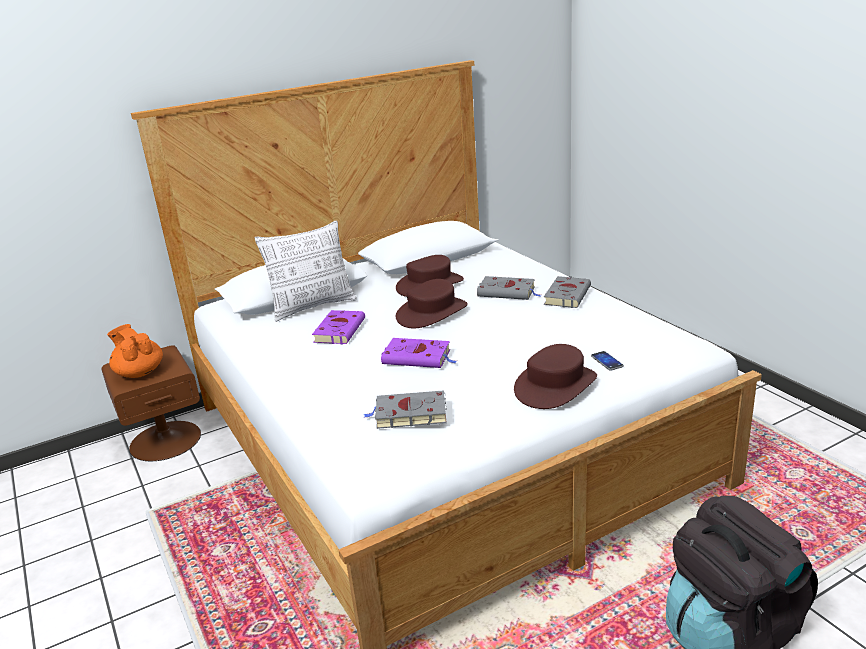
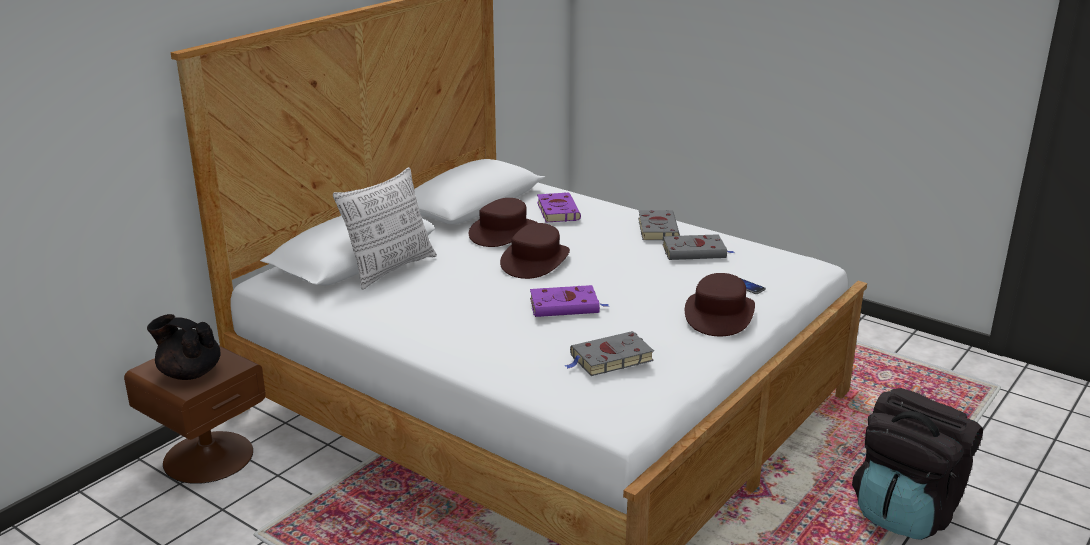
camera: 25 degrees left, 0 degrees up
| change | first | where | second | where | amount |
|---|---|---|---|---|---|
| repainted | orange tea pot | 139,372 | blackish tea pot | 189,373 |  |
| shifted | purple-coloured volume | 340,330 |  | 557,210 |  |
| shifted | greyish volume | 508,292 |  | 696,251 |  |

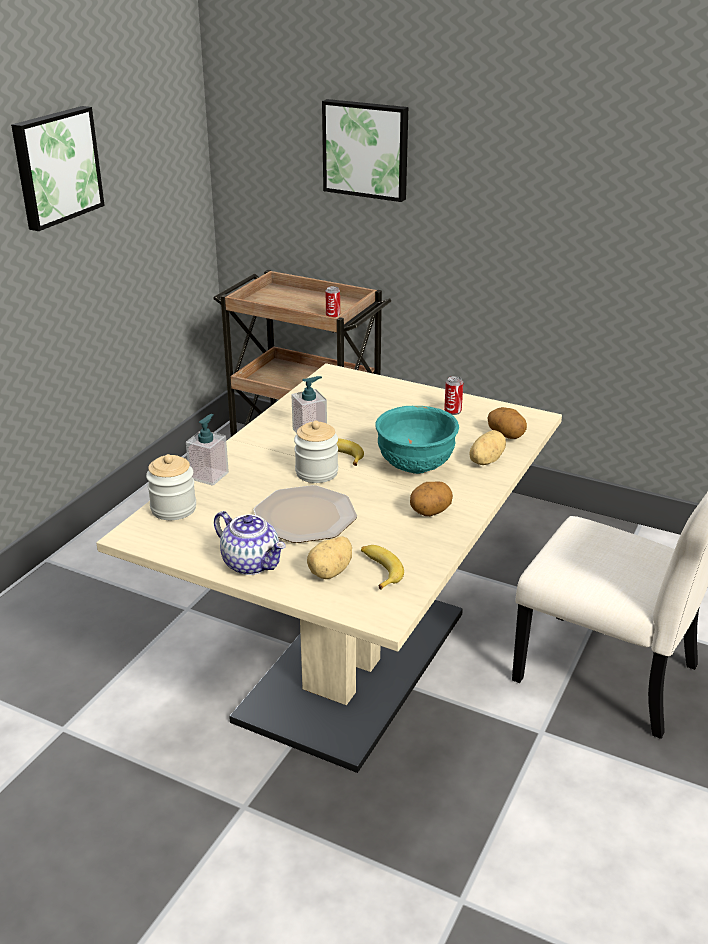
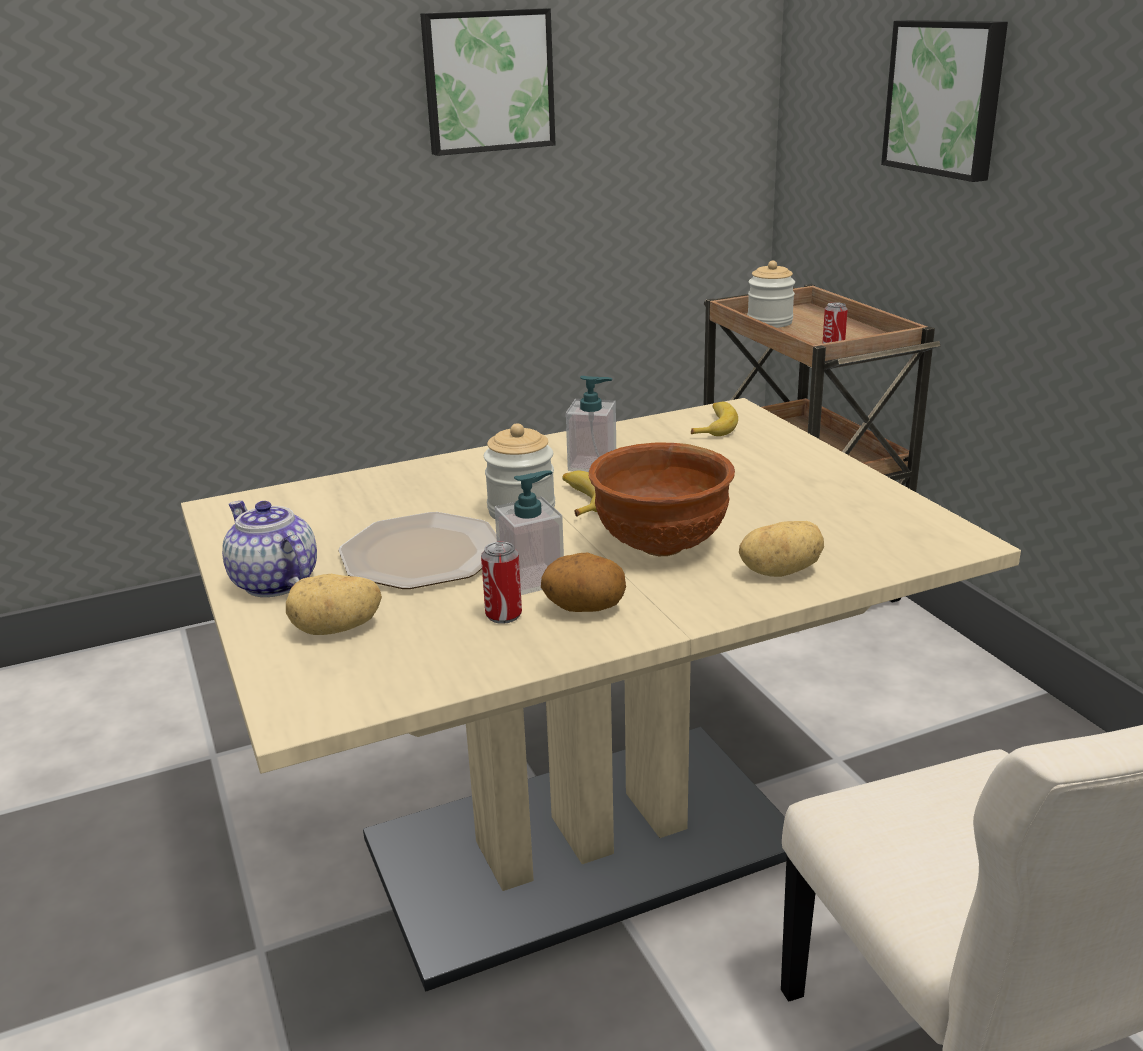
camera: 40 degrees right, 5 degrees down
| change | first | where | second | where | amount |
|---|---|---|---|---|---|
| rotated | tea pot | 252,563 |  | 273,582 | 150 degrees clockwise |
| shifted | metal can | 452,411 |  | 503,615 |  |
| shifted | soap bottle | 209,475 |  | 532,579 |  |
| repainted | blue-green bowl | 414,467 | brown-coloured bowl | 659,546 |  |
| shifted | banana fruit | 379,570 |  | 714,426 |  |
| shifted | jar | 173,509 |  | 769,322 |  |
| gone | potato | 506,435 |  |  |  |

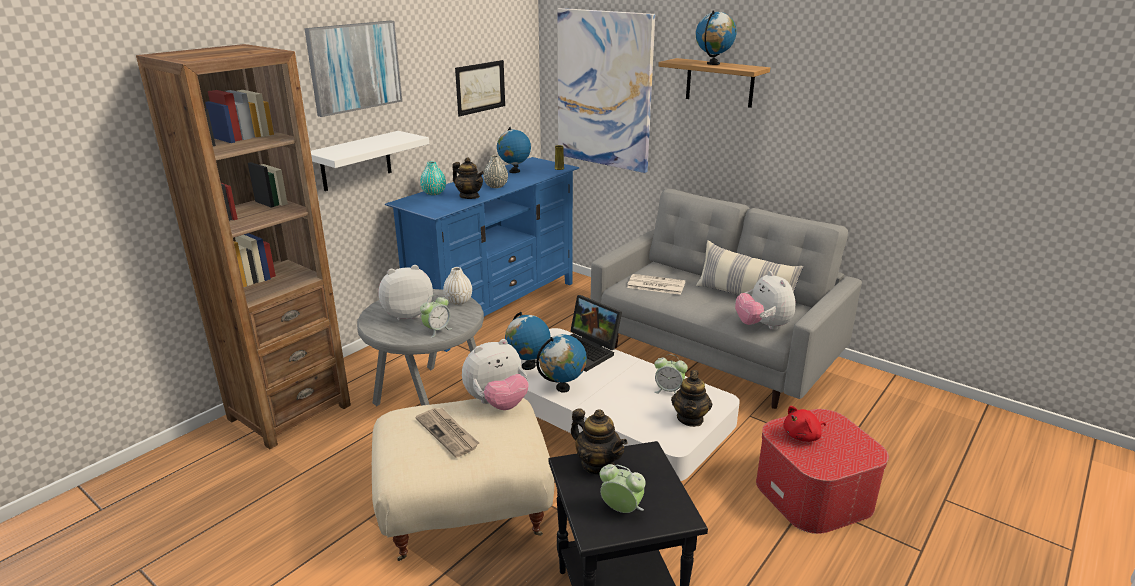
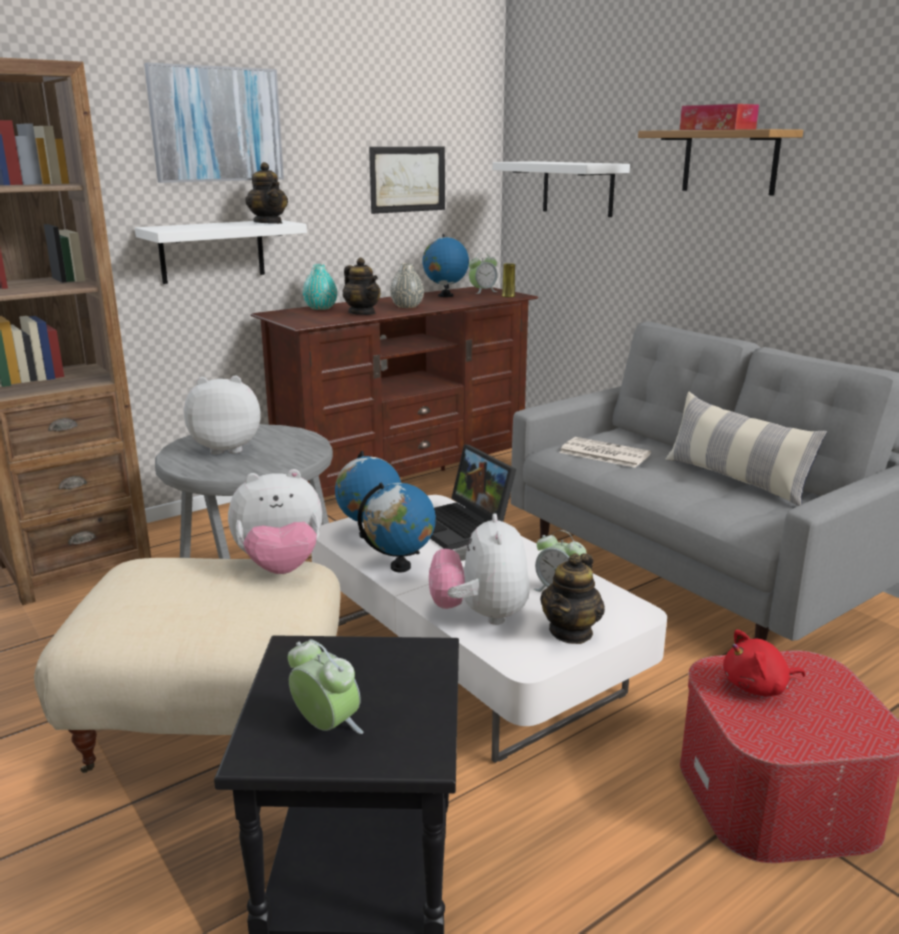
camera: 15 degrees right, 5 degrees down
| change | first | where | second | where | amount |
|---|---|---|---|---|---|
| shifted | tea pot | 597,464 |  | 268,223 |  |
| repainted | bluish tv stand | 495,306 | brown-coloured tv stand | 404,479 |  |
| shifted | soft toy | 762,326 |  | 480,615 |  |
| shifted | alarm clock | 437,330 |  | 483,291 |  |
| swapped | wall picture | 604,90 | white bracket shelf | 578,188 |  |
| swapped | globe | 713,64 | tissue box | 717,129 |  |
| gone | printed paper | 448,433 |  |  |  |
| gone | white flower vase | 458,301 |  |  |  |

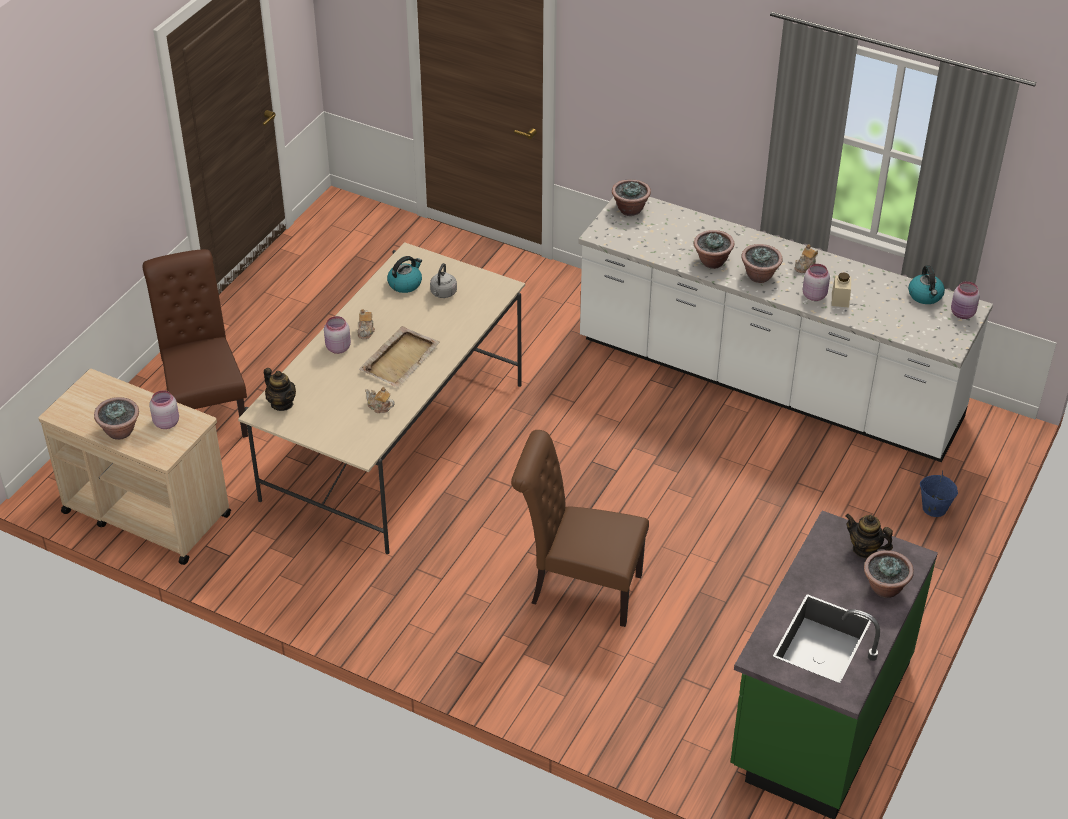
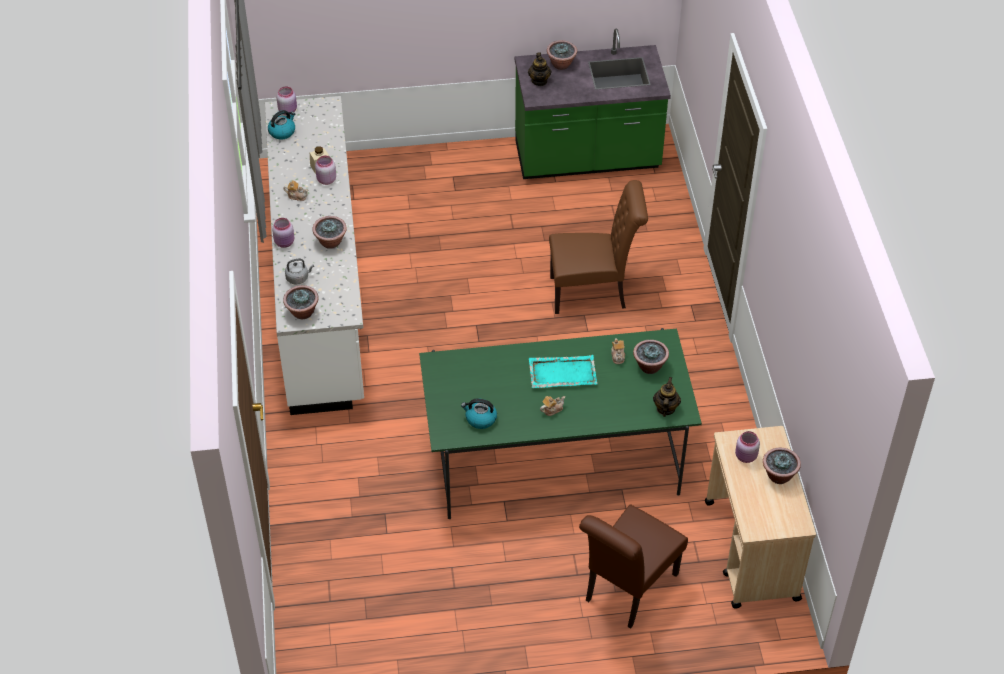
camera: 125 degrees left, 5 degrees up
| change | first | where | second | where | amount |
|---|---|---|---|---|---|
| shifted | pinkish jar | 337,348 |  | 285,242 |  |
| shifted | greyish water kettle | 443,293 |  | 298,278 |  |
| repainted | sand-coloured dinner table | 394,441 | green dinner table | 555,456 |  |
| repainted | sand-coloured serving tray | 400,358 | blue-green serving tray | 562,373 |  |
| rotated | brown-coloured plain chair | 579,588 |  | 593,292 | 75 degrees counterclockwise |
| shifted | potted plant | 759,276 |  | 649,366 |  |
| gone | bluish pail | 933,508 |  |  |  |

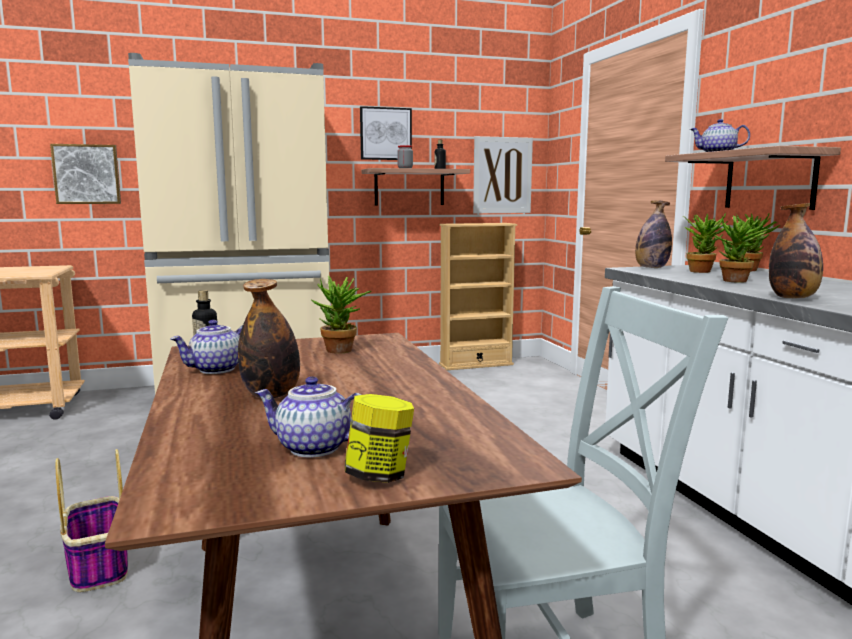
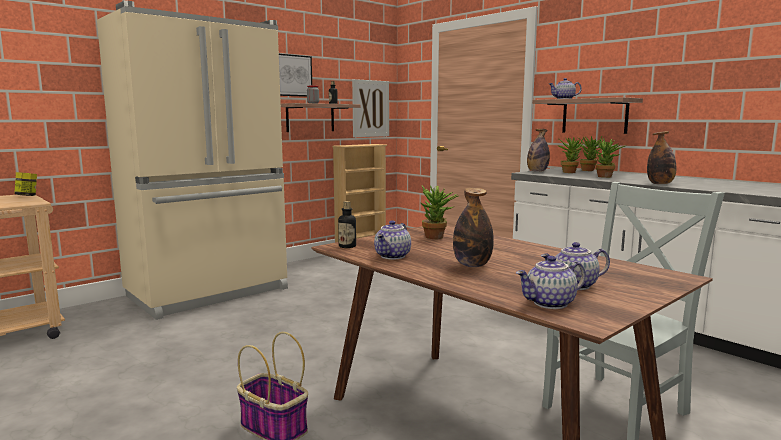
camera: 25 degrees left, 0 degrees up
| change | first | where | second | where | amount |
|---|---|---|---|---|---|
| shifted | jar | 379,475 |  | 27,196 |  |
| new |  |  | tea pot | 550,304 |  |
| gone | wall picture | 87,174 |  |  |  |

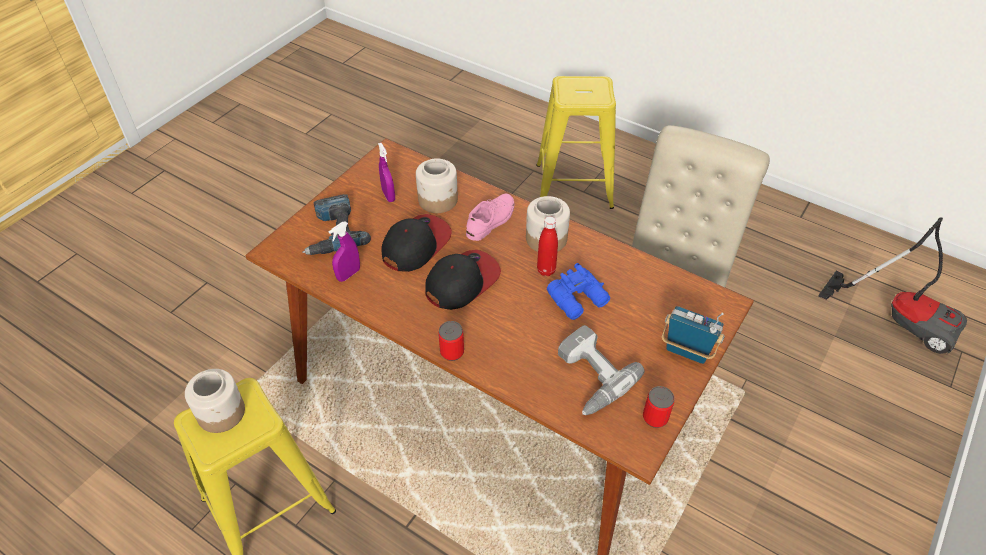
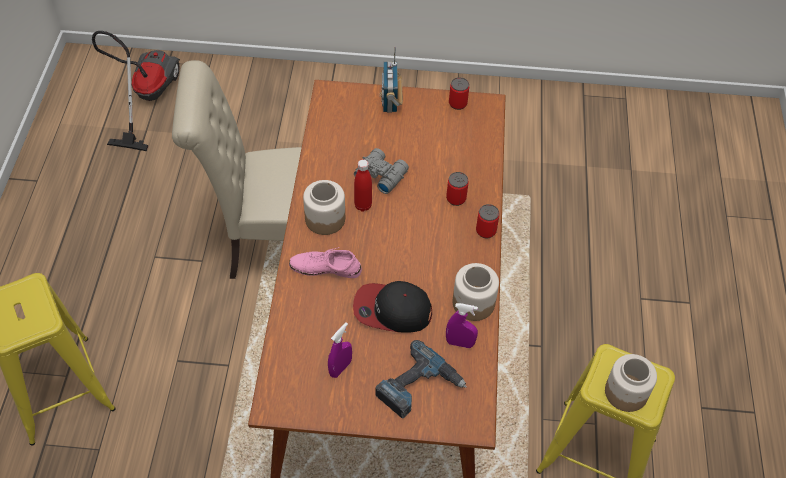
camera: 120 degrees left, 5 degrees up
| change | first | where | second | where | amount |
|---|---|---|---|---|---|
| repainted | bluish field glasses | 579,299 | greyish field glasses | 381,174 |  |
| new |  |  | metal can | 456,198 |  |
| shifted | jar | 438,200 |  | 473,302 |  |
| gone | cap | 462,281 |  |  |  |
| gone | drill | 588,377 |  |  |  |

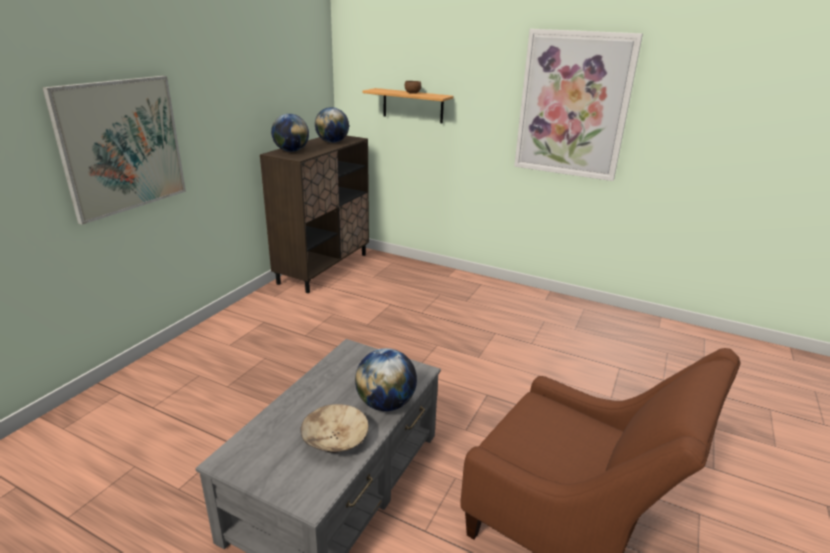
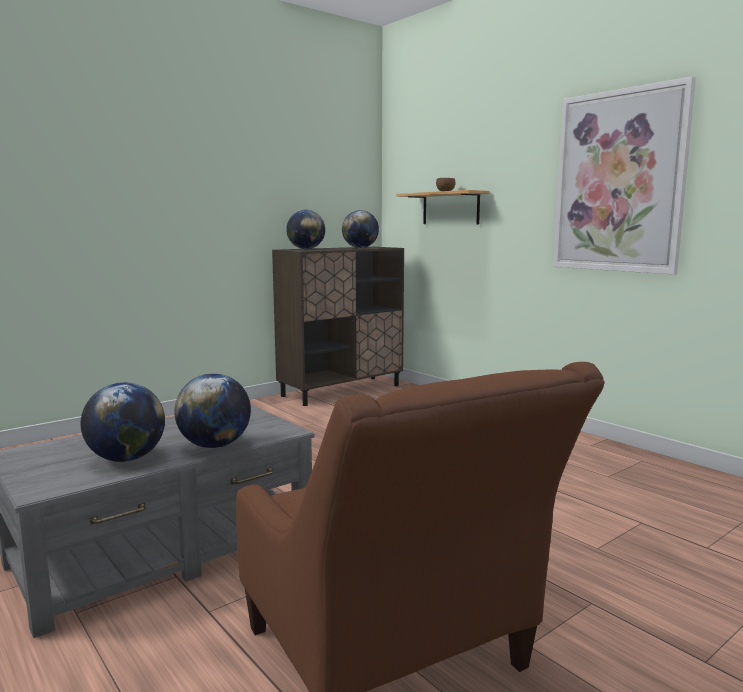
camera: 25 degrees right, 15 degrees down
| change | first | where | second | where | amount |
|---|---|---|---|---|---|
| swapped | sand-coloured bowl | 335,440 | globe | 126,459 |  |
| gone | wall picture | 122,146 |  |  |  |

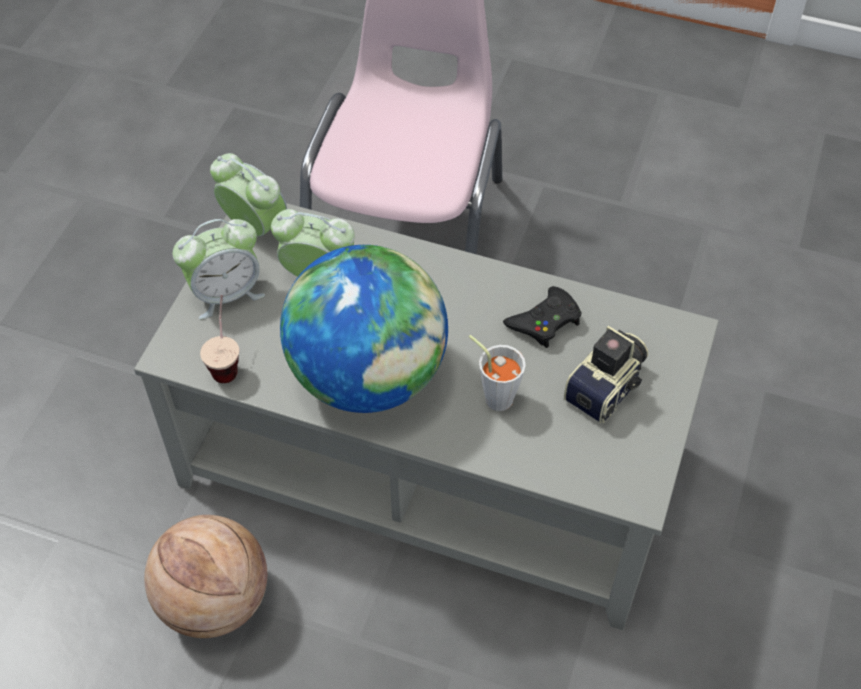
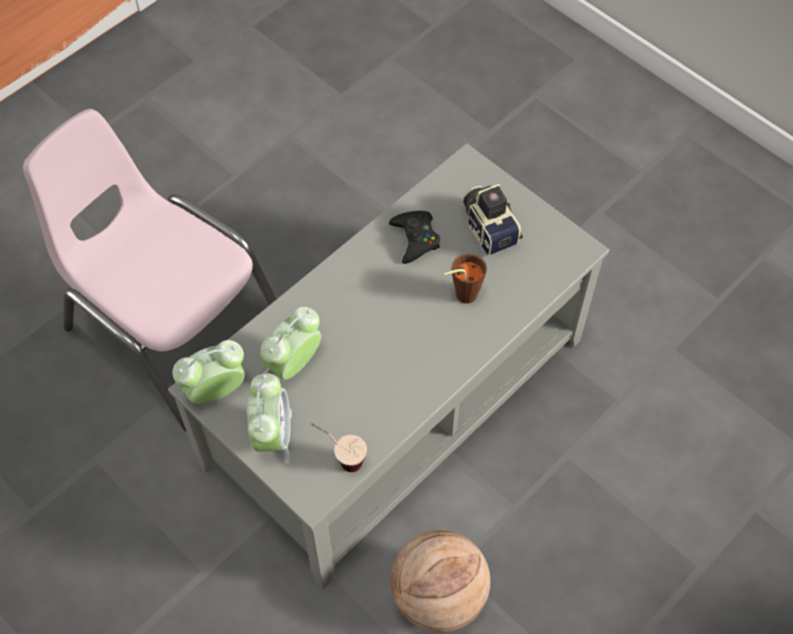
camera: 65 degrees left, 5 degrees up
| change | first | where | second | where | amount |
|---|---|---|---|---|---|
| repainted | greyish small cup | 494,395 | brown-coloured small cup | 461,295 |  |
| gone | globe | 368,376 |  |  |  |

